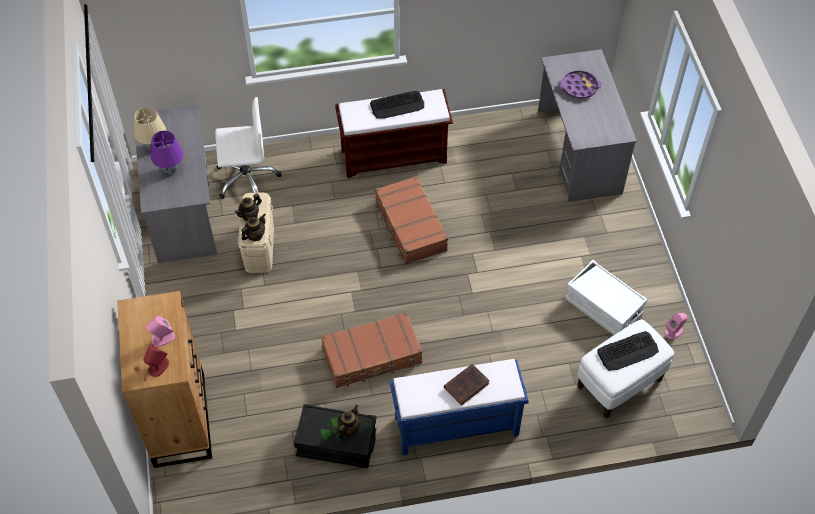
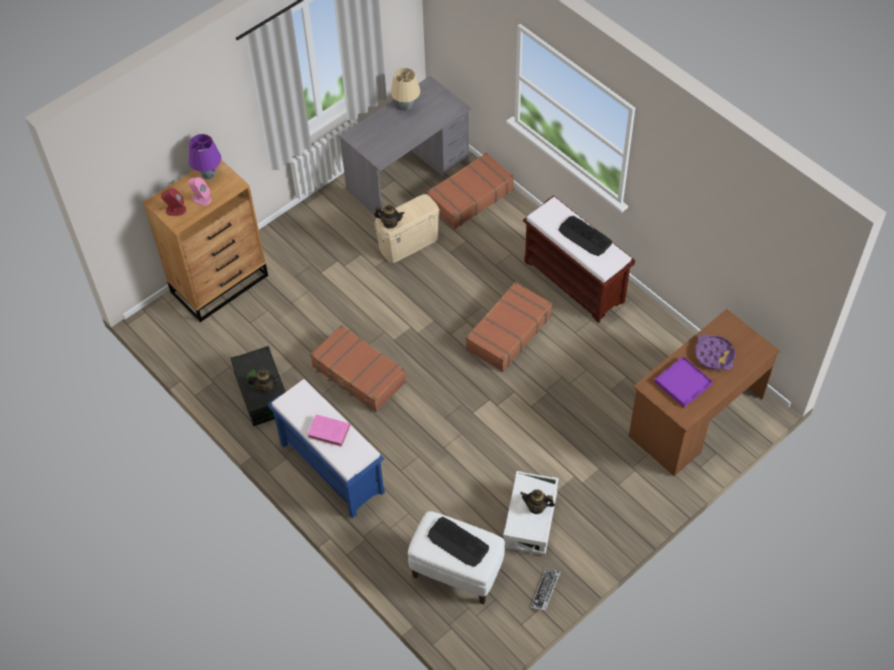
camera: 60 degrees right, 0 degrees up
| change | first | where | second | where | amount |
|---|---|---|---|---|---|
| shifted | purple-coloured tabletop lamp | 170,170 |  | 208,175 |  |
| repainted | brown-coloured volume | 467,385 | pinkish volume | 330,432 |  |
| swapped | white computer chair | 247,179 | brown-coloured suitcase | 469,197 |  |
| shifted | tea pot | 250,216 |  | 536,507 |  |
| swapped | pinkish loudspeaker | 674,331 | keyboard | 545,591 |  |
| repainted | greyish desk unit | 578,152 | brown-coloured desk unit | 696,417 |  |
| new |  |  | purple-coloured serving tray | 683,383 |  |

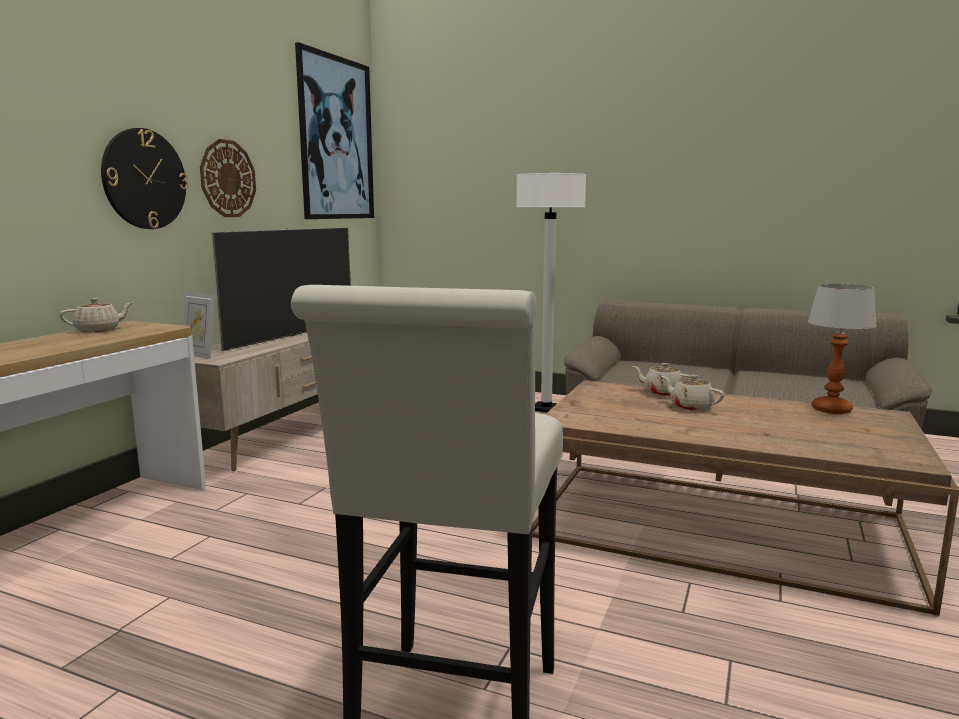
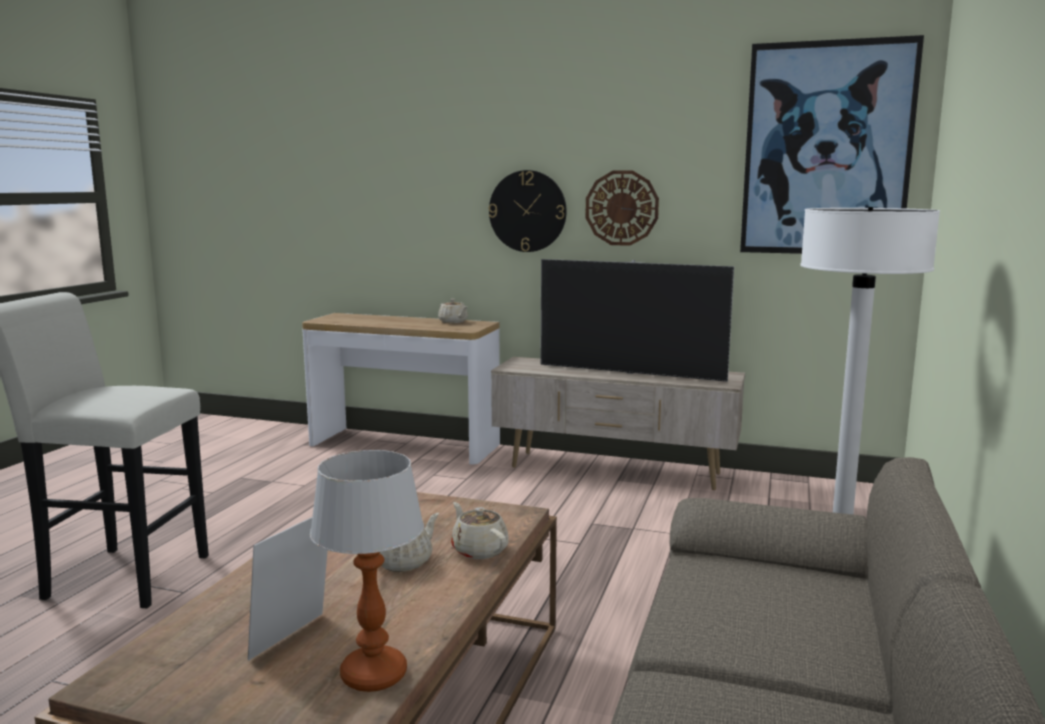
camera: 85 degrees right, 0 degrees up
| change | first | where | second | where | amount |
|---|---|---|---|---|---|
| shifted | photo frame | 200,355 |  | 294,638 |  |
| rotated | sand-coloured tea pot | 662,393 |  | 479,550 | 60 degrees counterclockwise |

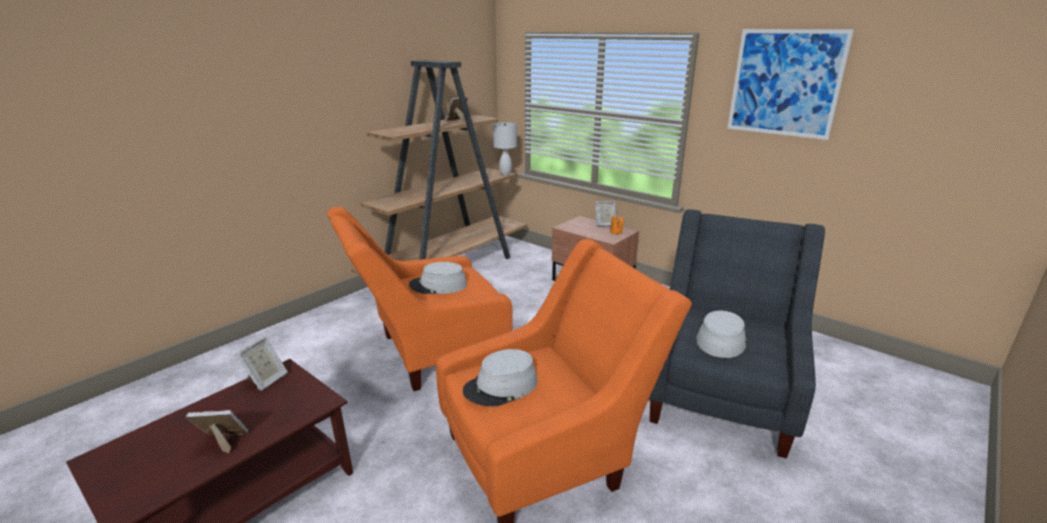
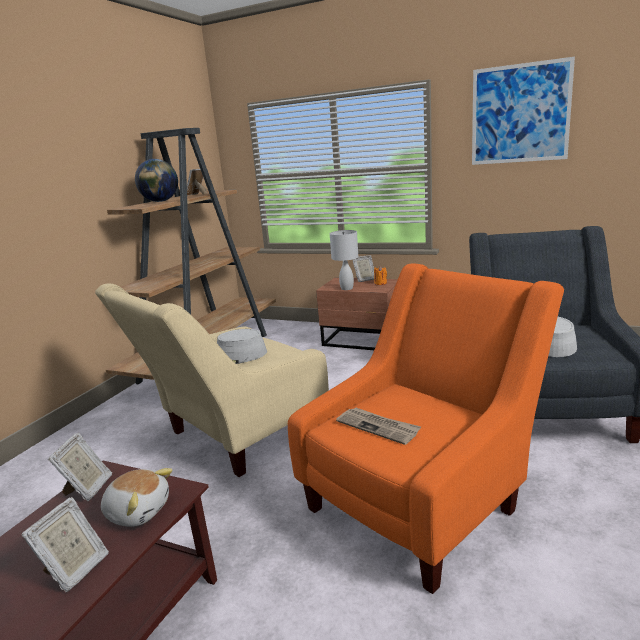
camera: 15 degrees left, 5 degrees down
| change | first | where | second | where | amount |
|---|---|---|---|---|---|
| rotated | photo frame | 225,442 |  | 75,570 | 135 degrees clockwise |
| repainted | orange armchair | 427,354 | sand-coloured armchair | 232,438 |  |
| new |  |  | soft toy | 138,511 |  |
| new |  |  | globe | 160,201 |  |
| shifted | white tabletop lamp | 506,173 |  | 347,288 |  |
| swapped | greyish wearable hat | 501,387 | printed paper | 378,427 |  |

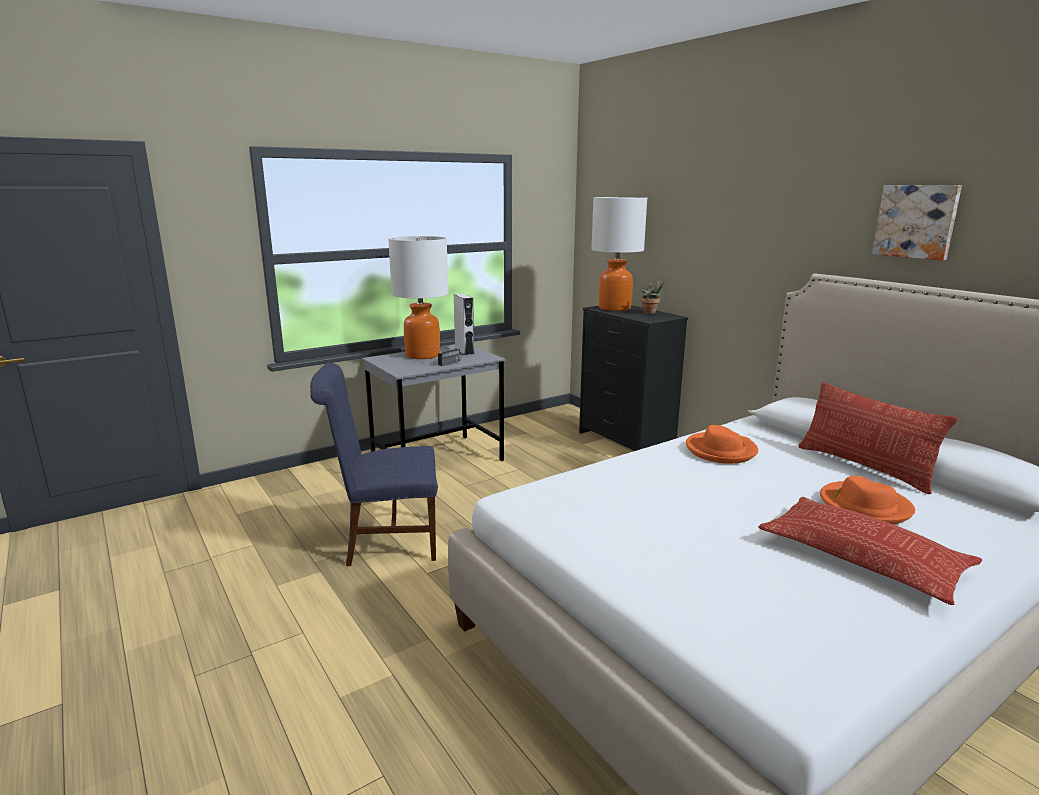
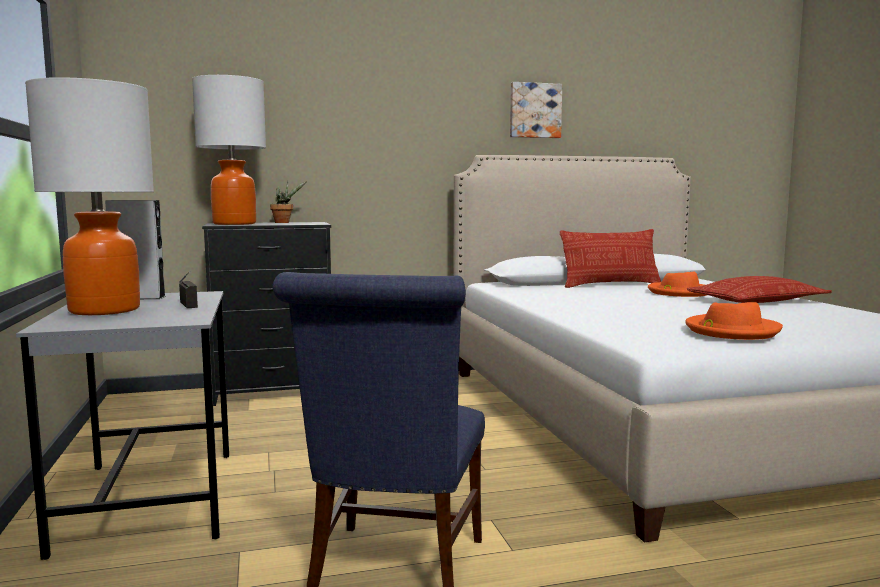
camera: 70 degrees left, 10 degrees down
| change | first | where | second | where | amount |
|---|---|---|---|---|---|
| shifted | orange wearable hat | 720,450 |  | 731,331 |  |

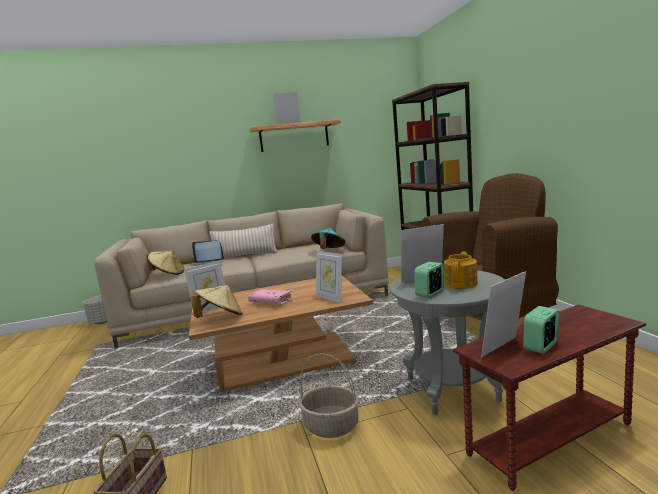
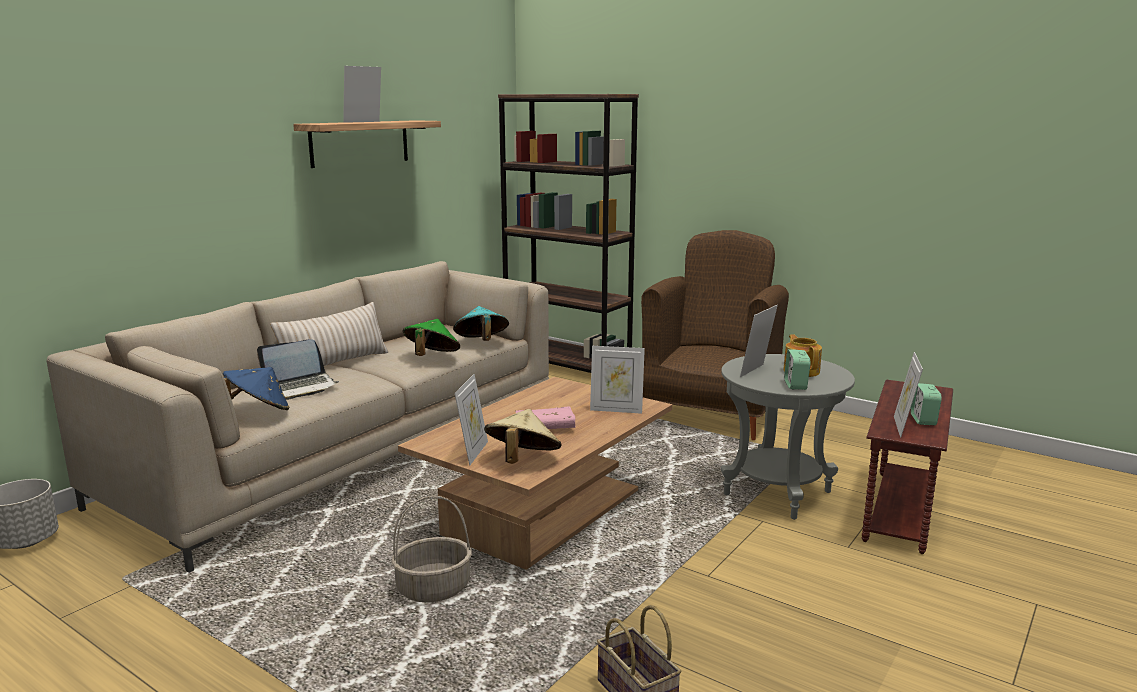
camera: 40 degrees left, 5 degrees up
| change | first | where | second | where | amount |
|---|---|---|---|---|---|
| repainted | sand-coloured wearable hat | 168,274 | bluish wearable hat | 258,412 |  |
| shifted | household basket | 330,426 |  | 433,589 |  |
| new |  |  | green wearable hat | 431,357 |  |

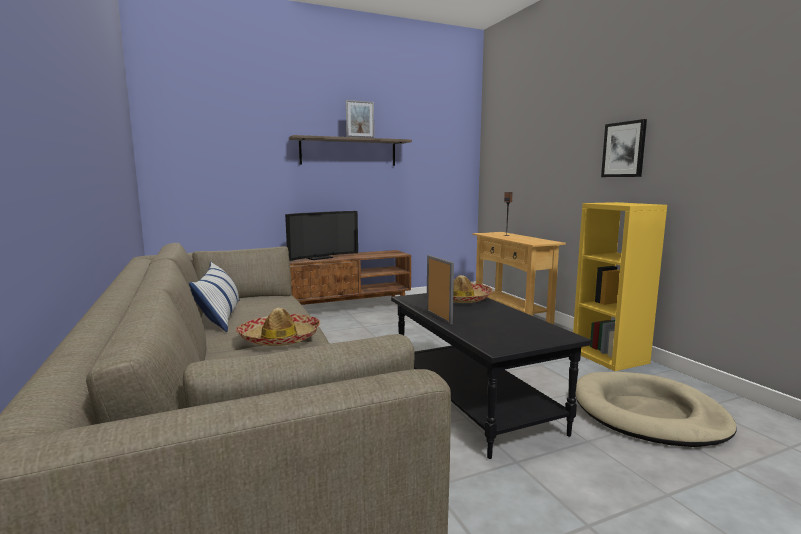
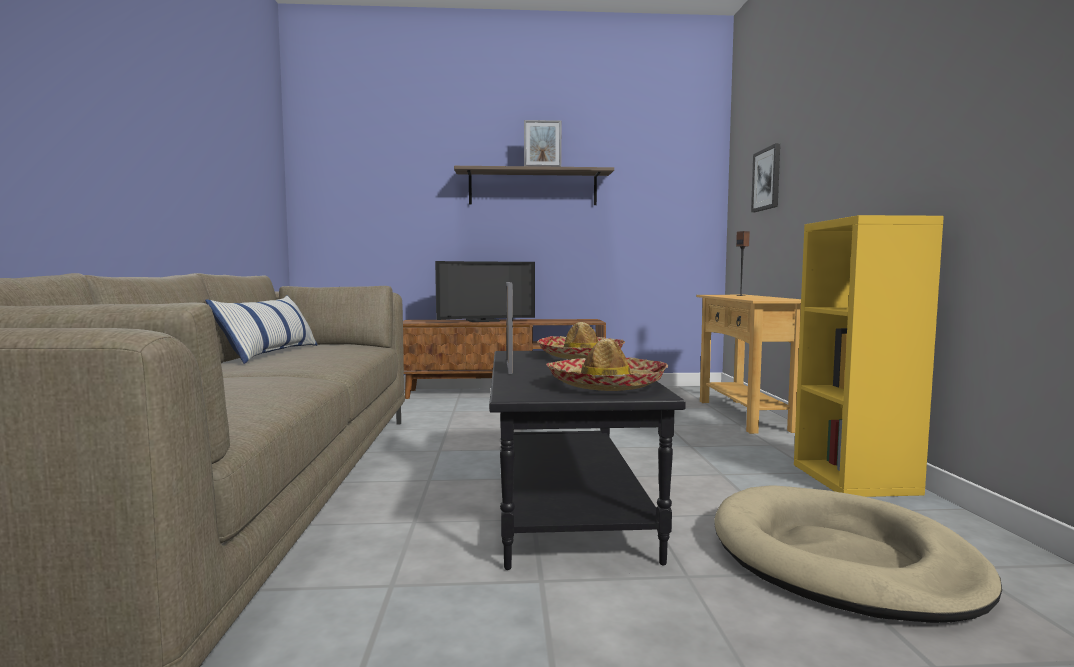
camera: 20 degrees right, 5 degrees down
| change | first | where | second | where | amount |
|---|---|---|---|---|---|
| shifted | wearable hat | 280,338 |  | 606,385 |  |
| shifted | wall picture | 624,149 |  | 767,179 |  |

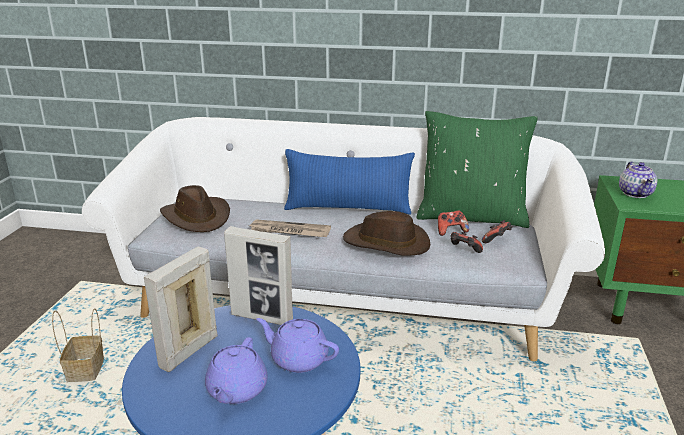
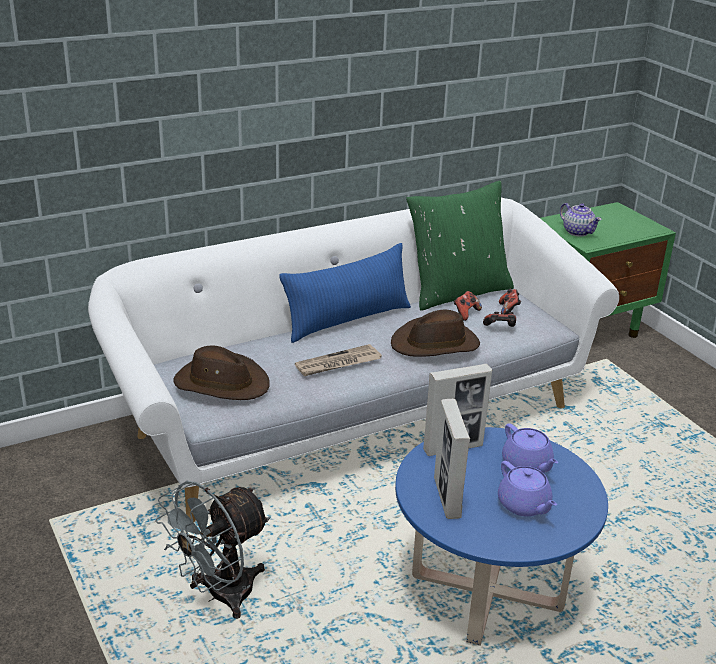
camera: 40 degrees left, 5 degrees up
| change | first | where | second | where | amount |
|---|---|---|---|---|---|
| swapped | household basket | 86,371 | greyish fan | 220,596 |  |
| rotated | purple-coloured tea pot | 298,359 |  | 527,465 | 105 degrees counterclockwise |

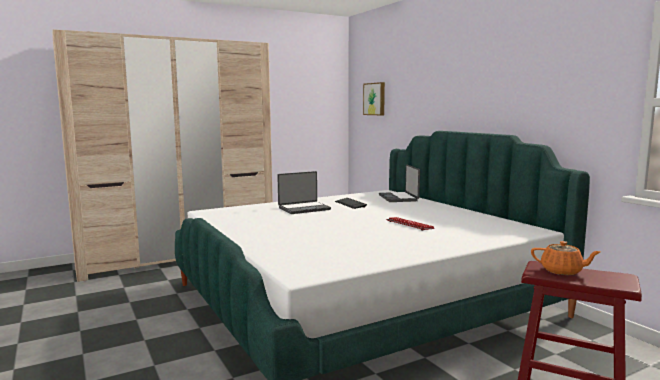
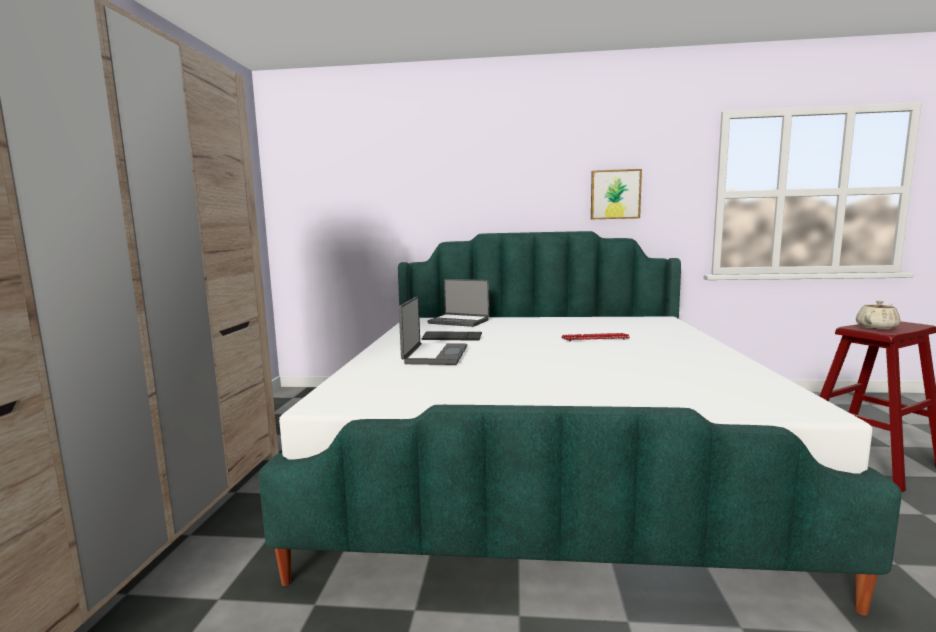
camera: 55 degrees left, 0 degrees up
| change | first | where | second | where | amount |
|---|---|---|---|---|---|
| shifted | wall picture | 375,99 |  | 615,194 |  |
| repainted | orange tea pot | 562,271 | sand-coloured tea pot | 877,327 |  |

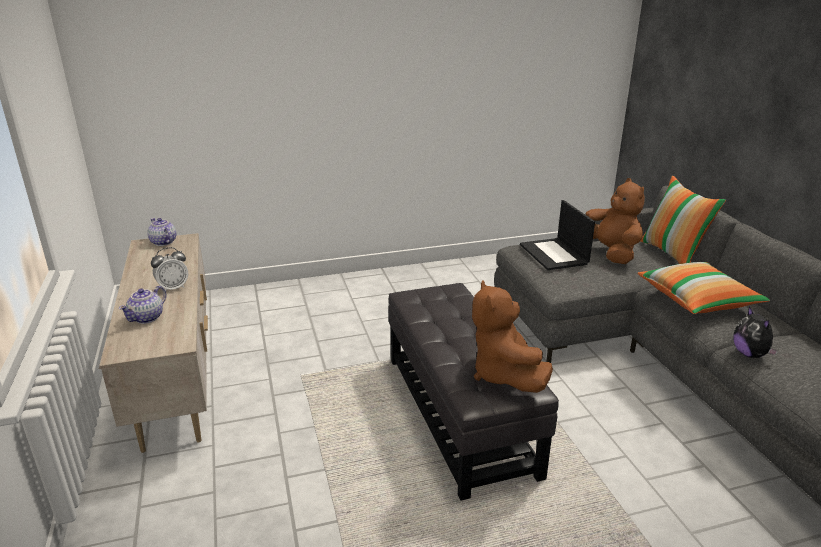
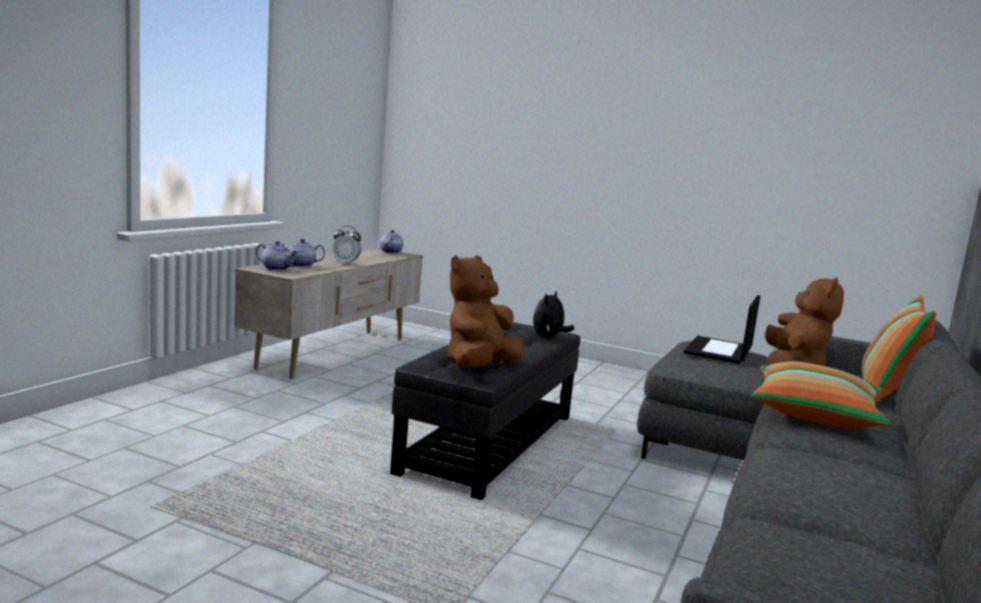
camera: 40 degrees right, 15 degrees down
| change | first | where | second | where | amount |
|---|---|---|---|---|---|
| new |  |  | tea pot | 277,268 |  |
| shifted | soft toy | 750,354 |  | 549,337 |  |

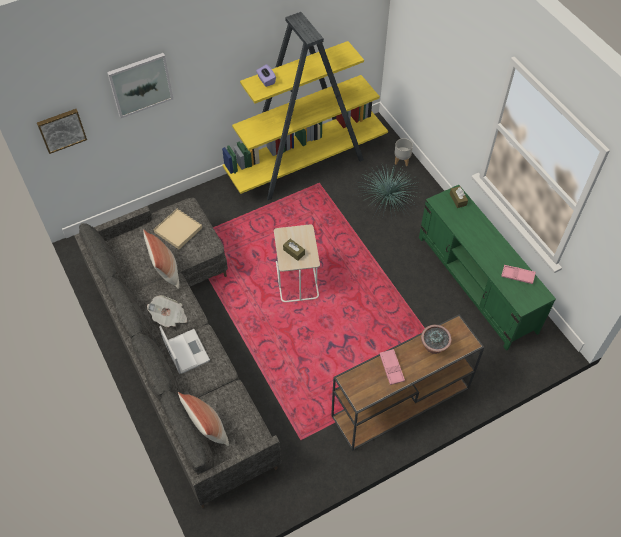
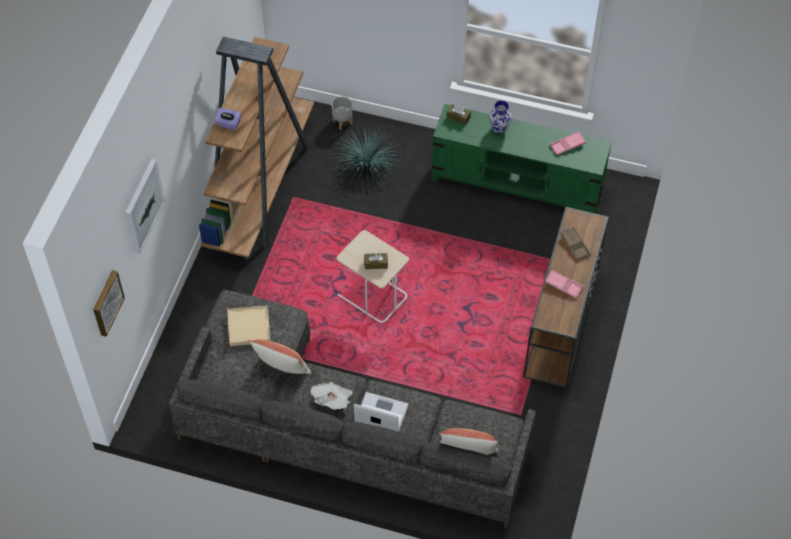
camera: 45 degrees left, 0 degrees up
| change | first | where | second | where | amount |
|---|---|---|---|---|---|
| repainted | yellow-coloured bookshelf | 306,163 | brown-coloured bookshelf | 261,187 |  |
| new |  |  | flower vase | 499,129 |  |
| swapped | potted plant | 434,346 | brown-coloured serving tray | 575,245 |  |

